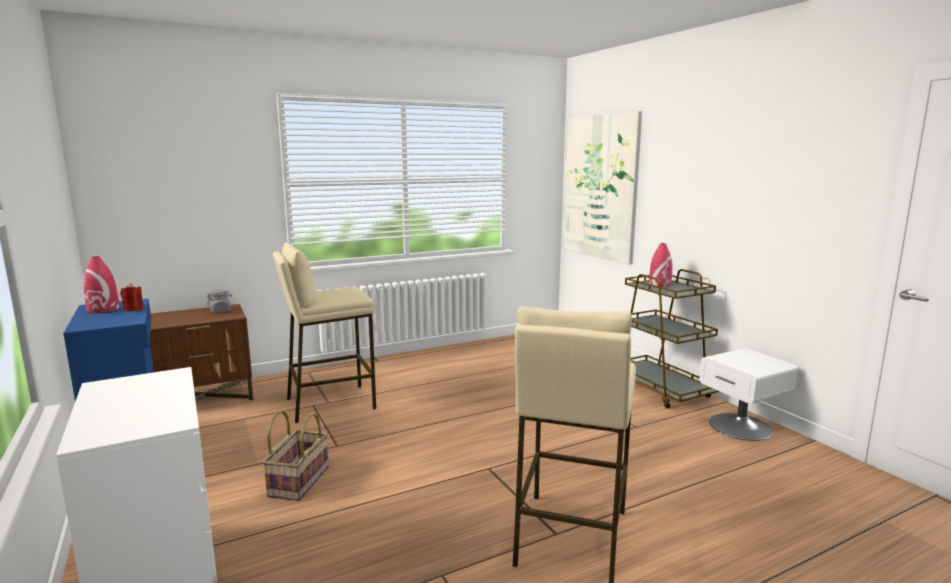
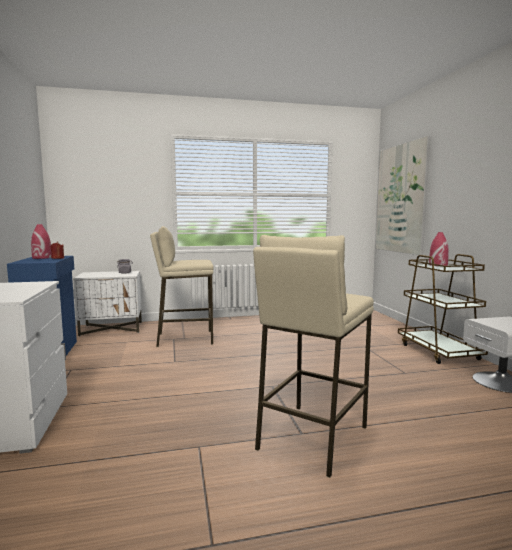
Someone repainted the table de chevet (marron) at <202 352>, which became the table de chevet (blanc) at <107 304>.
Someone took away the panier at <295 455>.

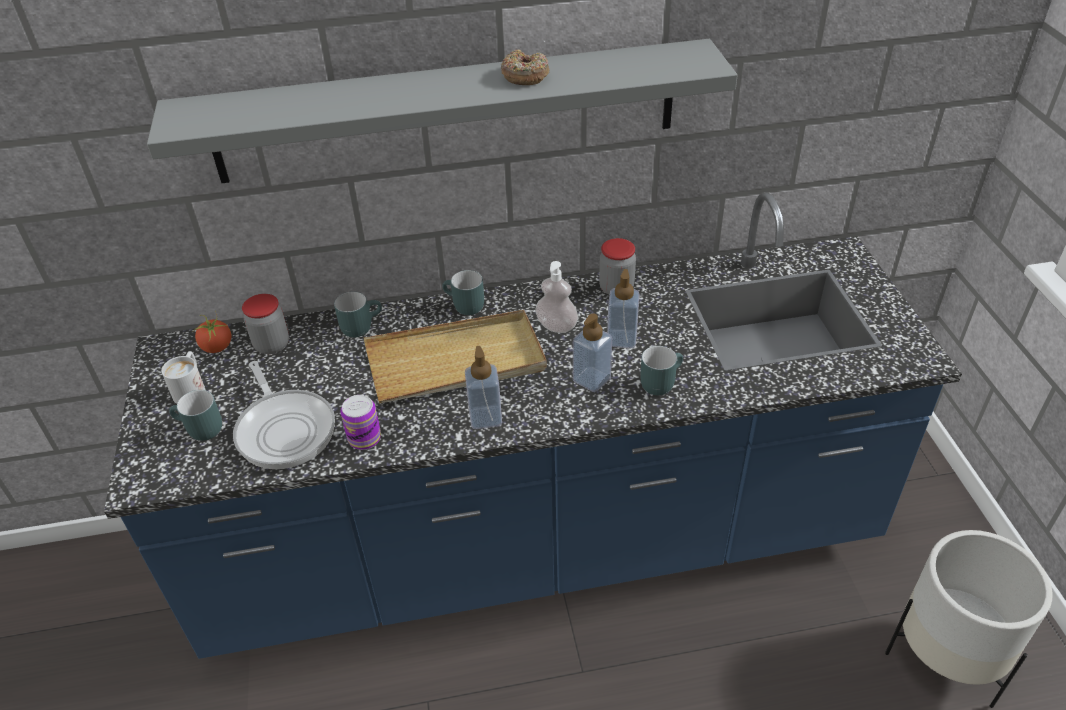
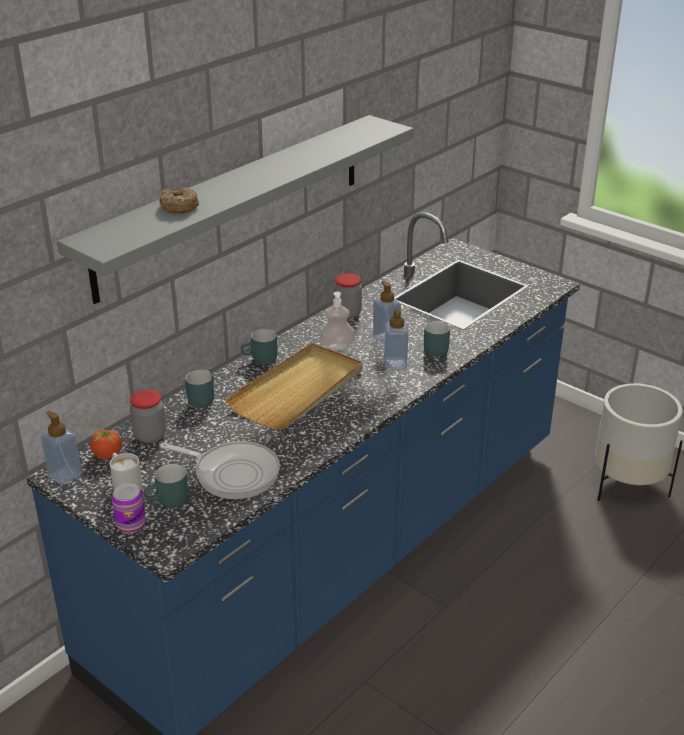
Someone carried the distributeur de savon from <483 387> to <61 448>.
Someone carried the boîte métallique from <360 422> to <128 508>.
Someone carried the beignet from <525 67> to <179 200>.

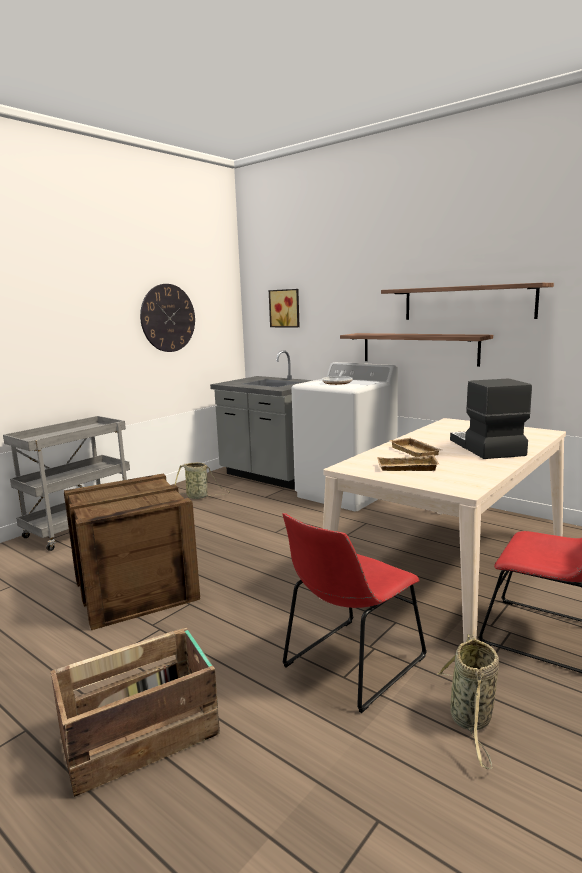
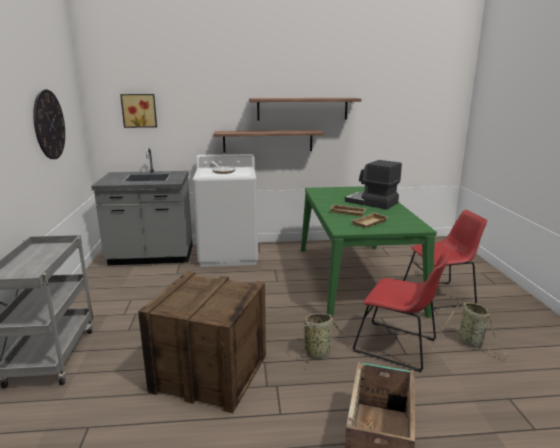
Someone carried the panier from <202 480> to <321 338>.
Someone repainted the table à manger (beige) at <443 530>, which became the table à manger (vert) at <369 252>.
Someone rotated the chaise (rouge) at <354 613> by 60 degrees counterclockwise.

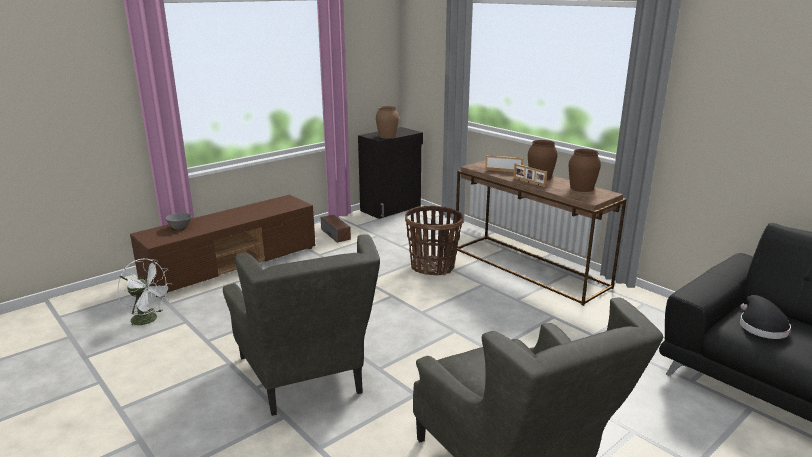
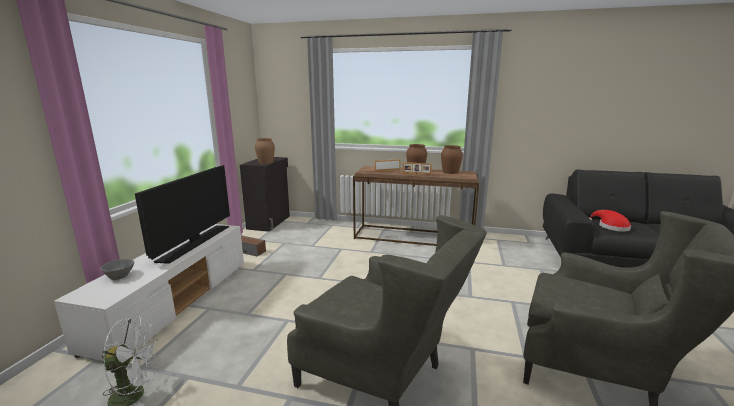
Someone repainted the meuble télé (marron) at <223 246>, which became the meuble télé (blanc) at <149 292>.
Someone put down the téléviseur at <182 214>.
Someone repainted the chapeau (noir) at <765 317>, which became the chapeau (rouge) at <610 221>.
Someone took away the panier at <434 241>.

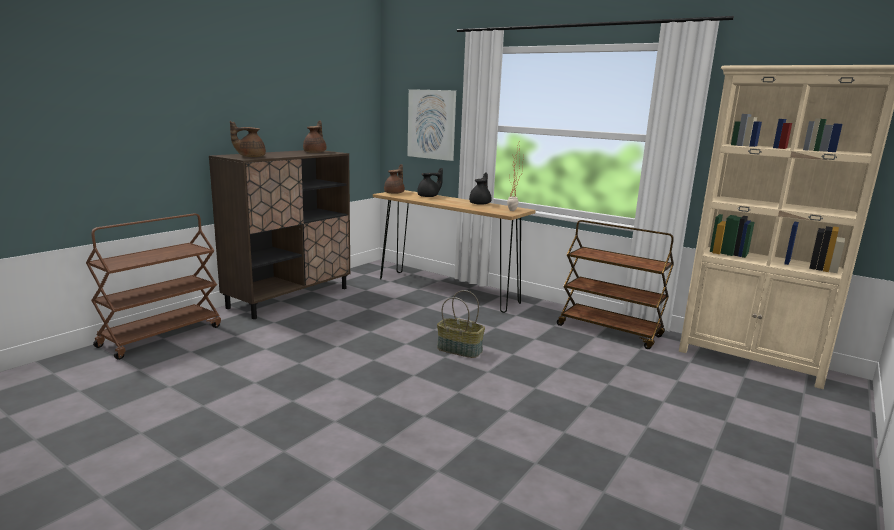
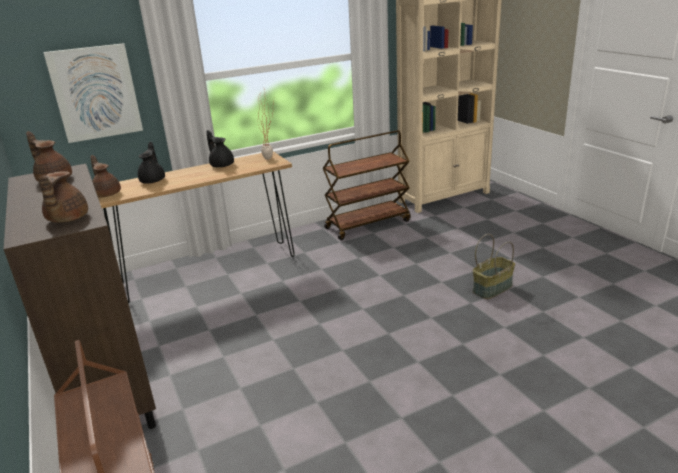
Someone carried the panier from <461 324> to <494 266>.

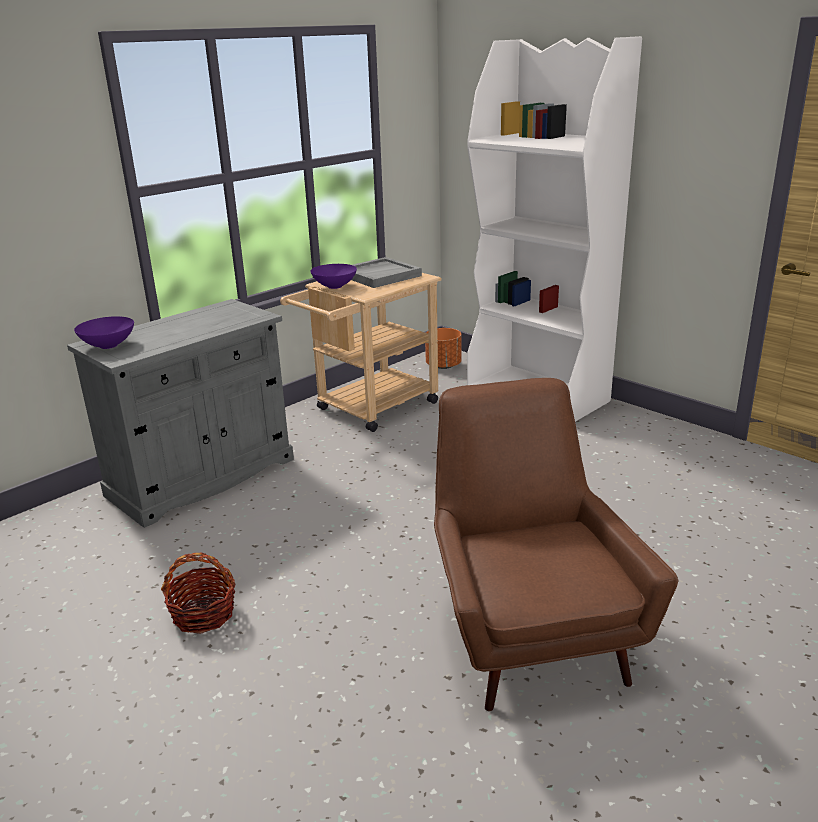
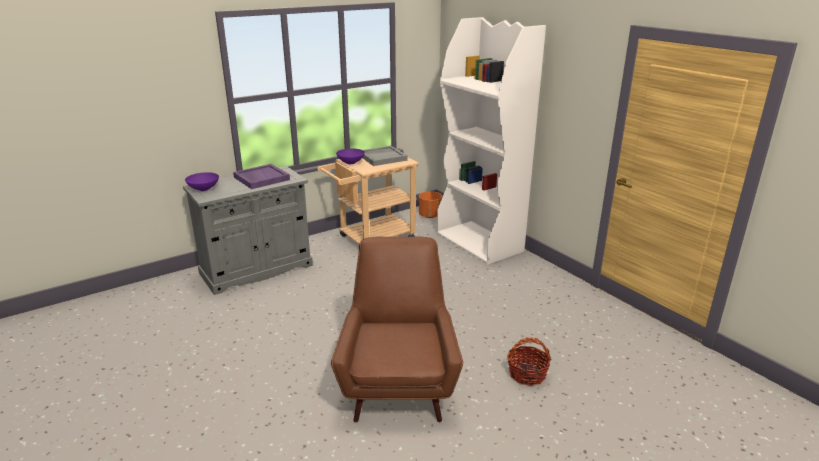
Someone put down the plateau (violet) at <261 176>.
Someone carried the panier from <198 593> to <529 362>.

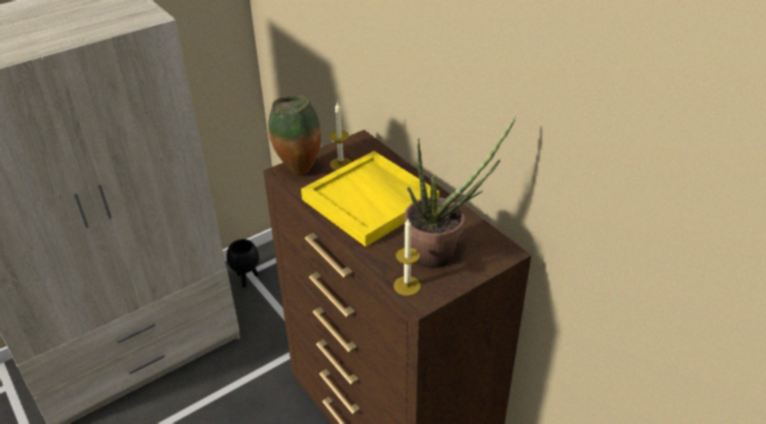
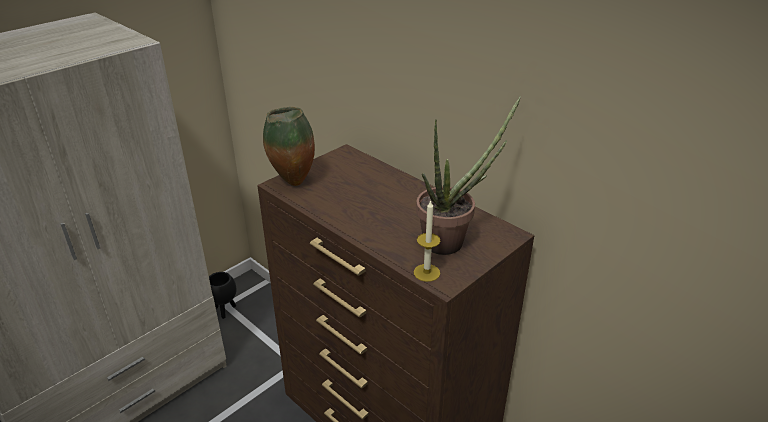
Someone took away the plateau (jaune) at <370 199>.
Someone took away the bougie at <340 136>.

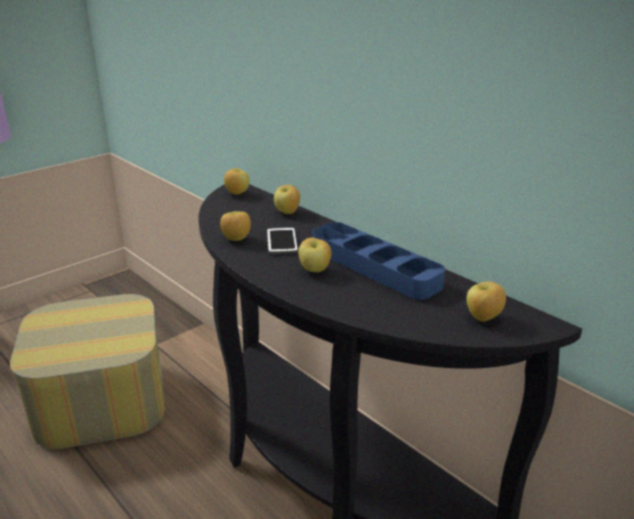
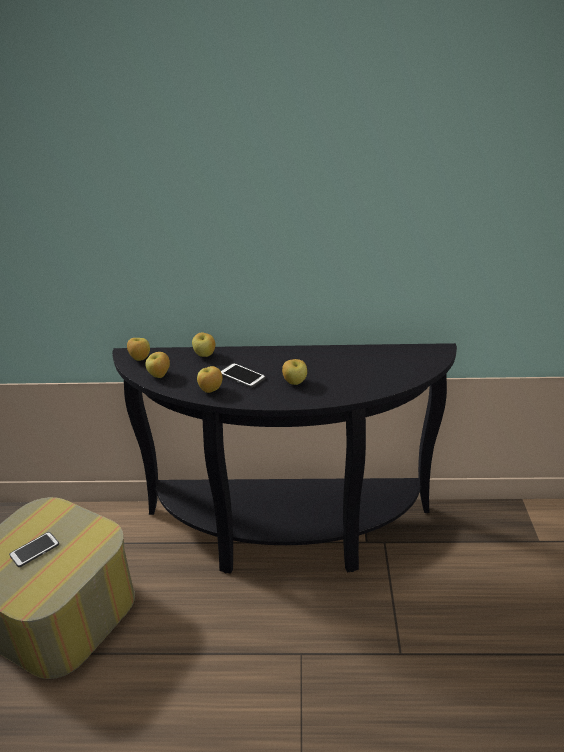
Someone put down the téléphone at <34 549>.
Someone carried the pomme from <486 302> to <157 365>.
Someone took away the plateau (bleu) at <378 261>.

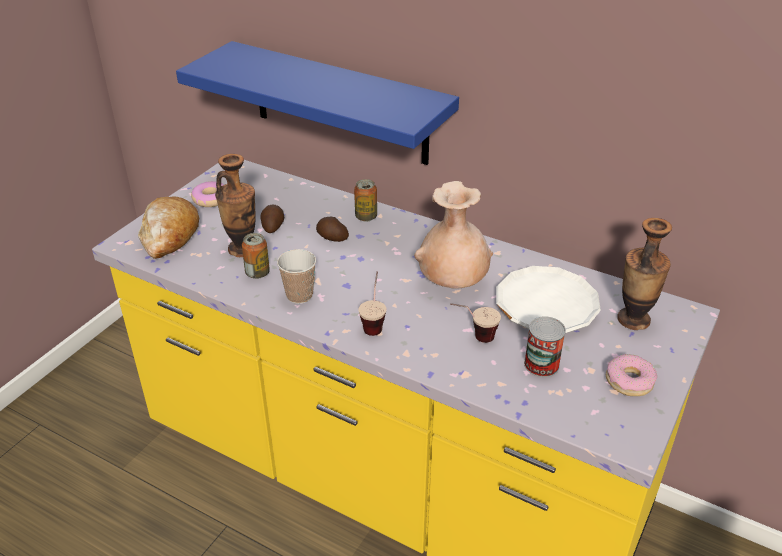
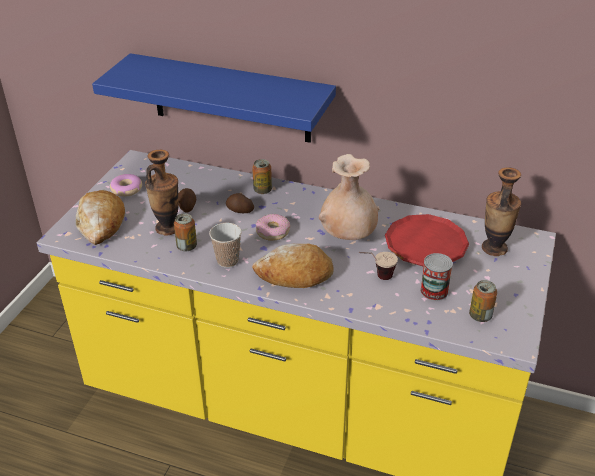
Someone swapped the tasse at <372 303> for the pain at <293 266>.
Someone carried the beignet from <631 375> to <273 227>.
Someone repainted the assiette (blanc) at <548 299>, which became the assiette (rouge) at <427 240>.
Someone put down the boîte métallique at <483 301>.

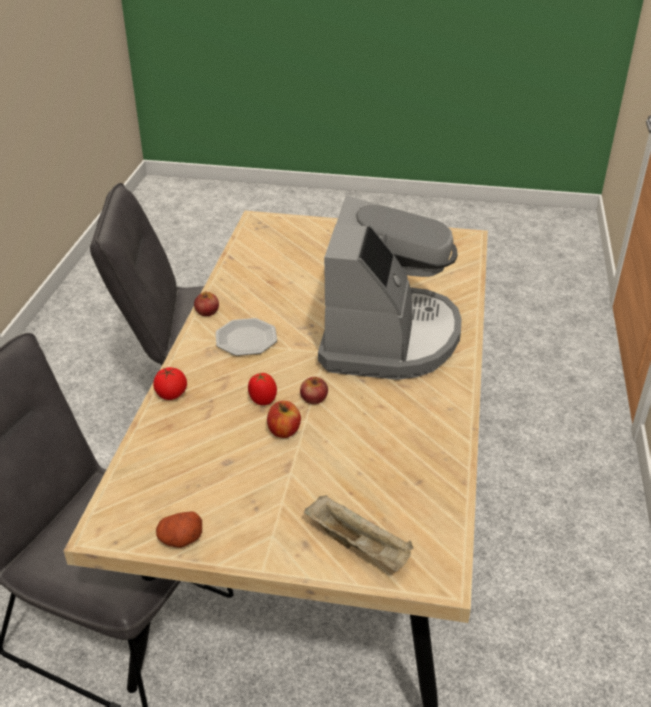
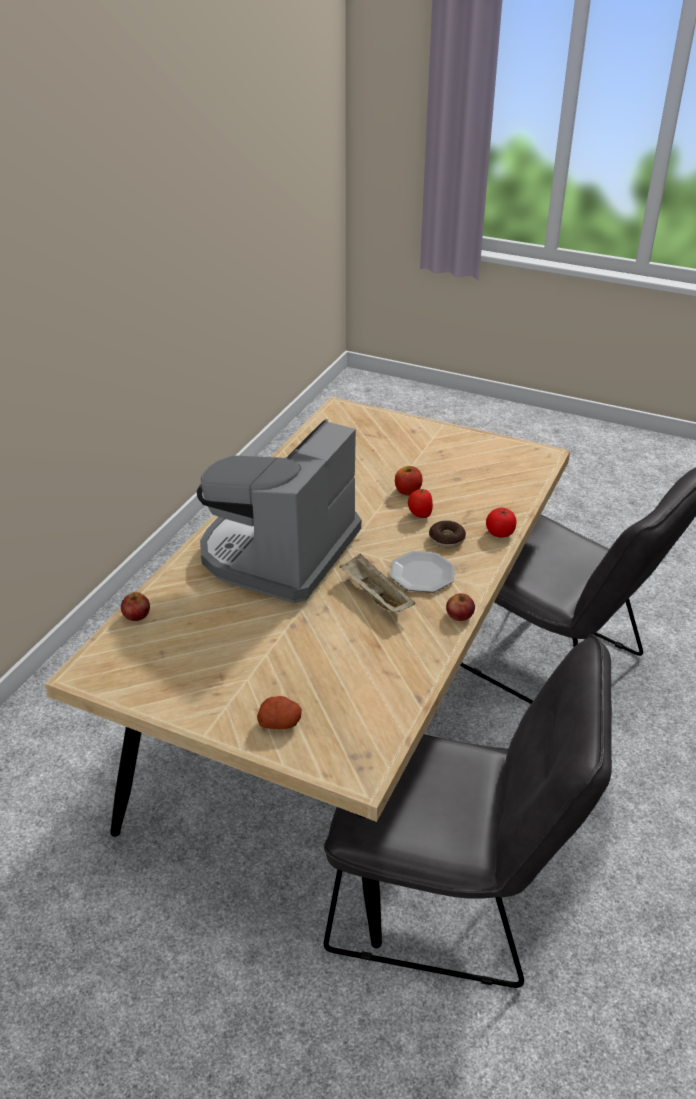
Someone carried the pomme from <314 390> to <135 606>.
Someone carried the pomme de terre from <179 529> to <279 712>.
Someone carried the plateau (beige) from <358 533> to <377 582>.
Someone put down the beignet at <447 534>.

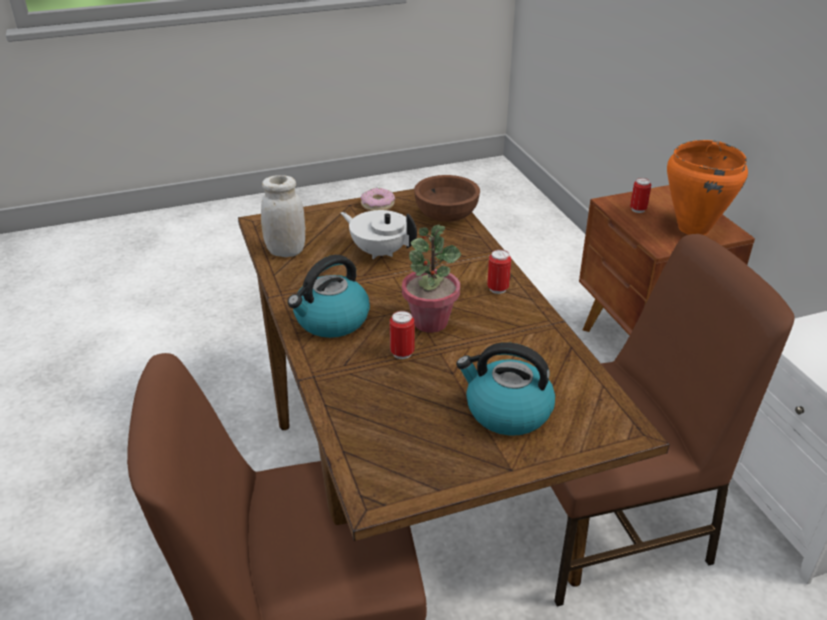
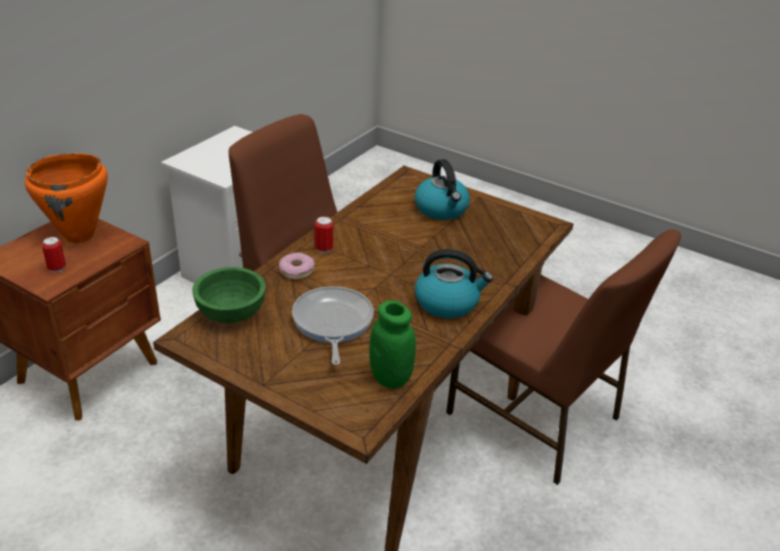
Someone repainted the bol (marron) at <447 198>, which became the bol (vert) at <229 295>.
Someone carried the beignet from <378 199> to <297 266>.
Someone swapped the théière (blanc) at <379 234> for the poêle at <333 325>.
Someone repainted the bocal (blanc) at <283 216>, which became the bocal (vert) at <392 344>.
Someone took away the boîte métallique at <402 335>.
Someone took away the plante en pot at <431 279>.

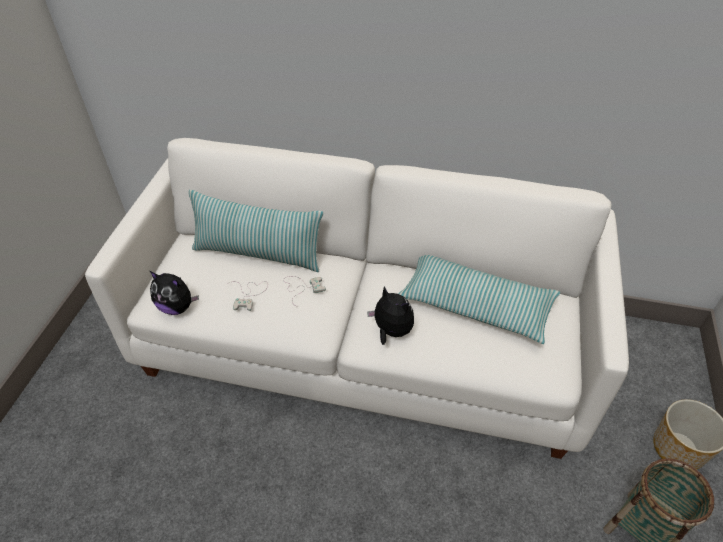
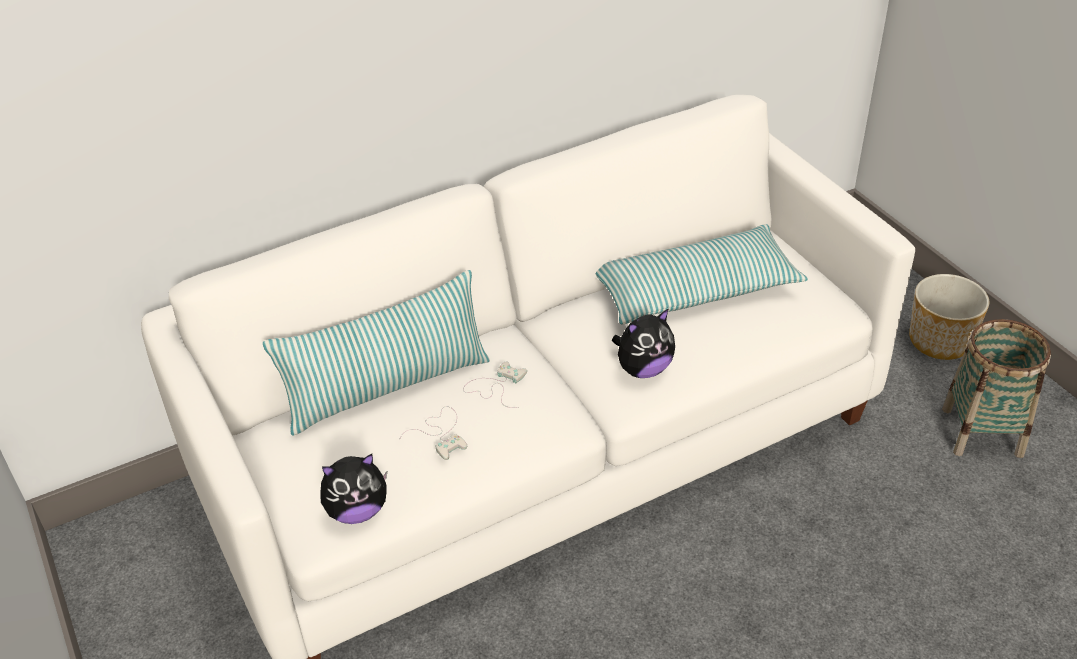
Someone rotated the peluche at <390 315> by 150 degrees clockwise.

